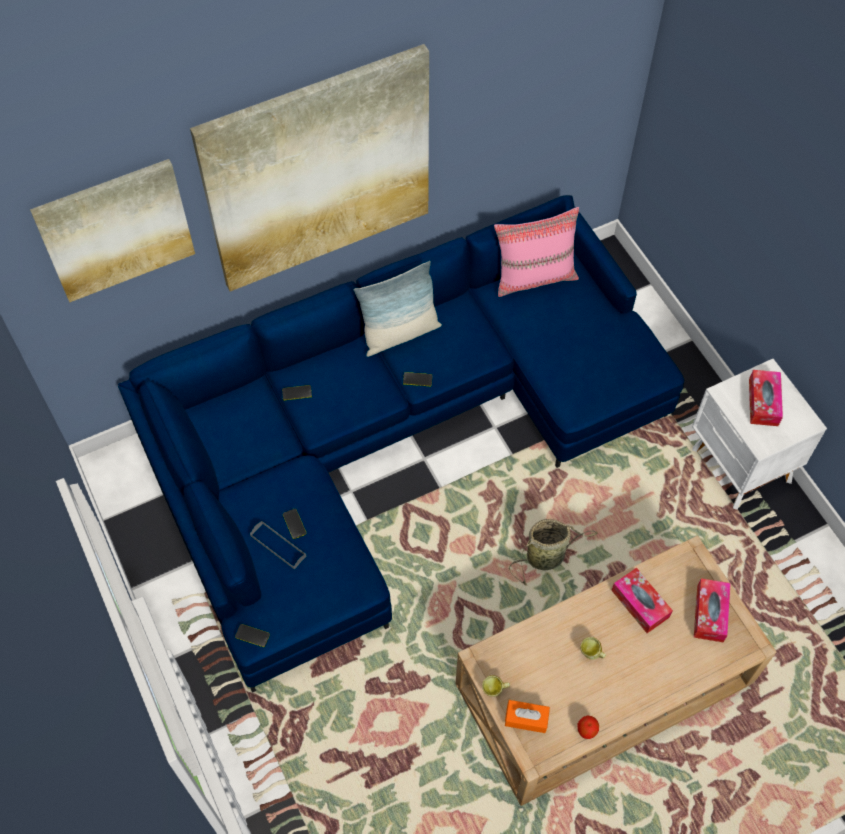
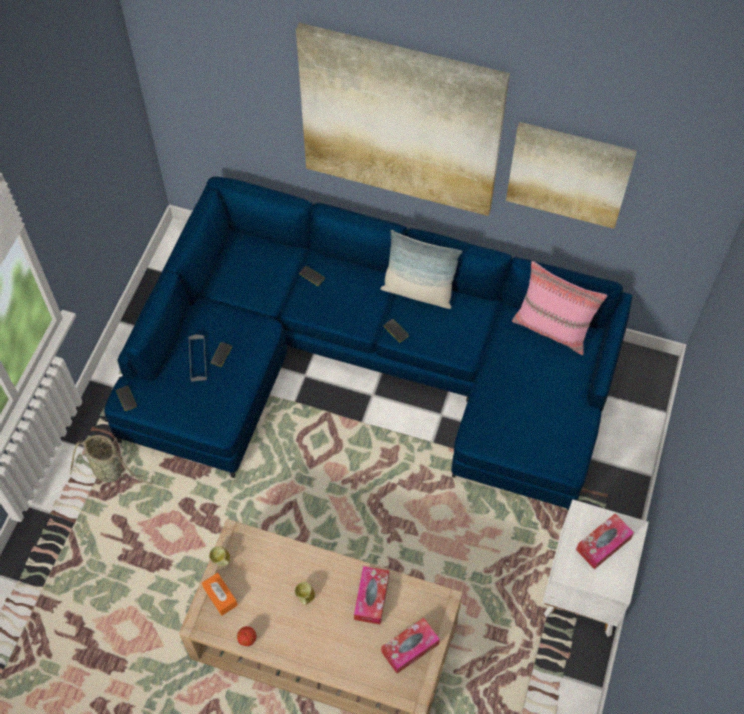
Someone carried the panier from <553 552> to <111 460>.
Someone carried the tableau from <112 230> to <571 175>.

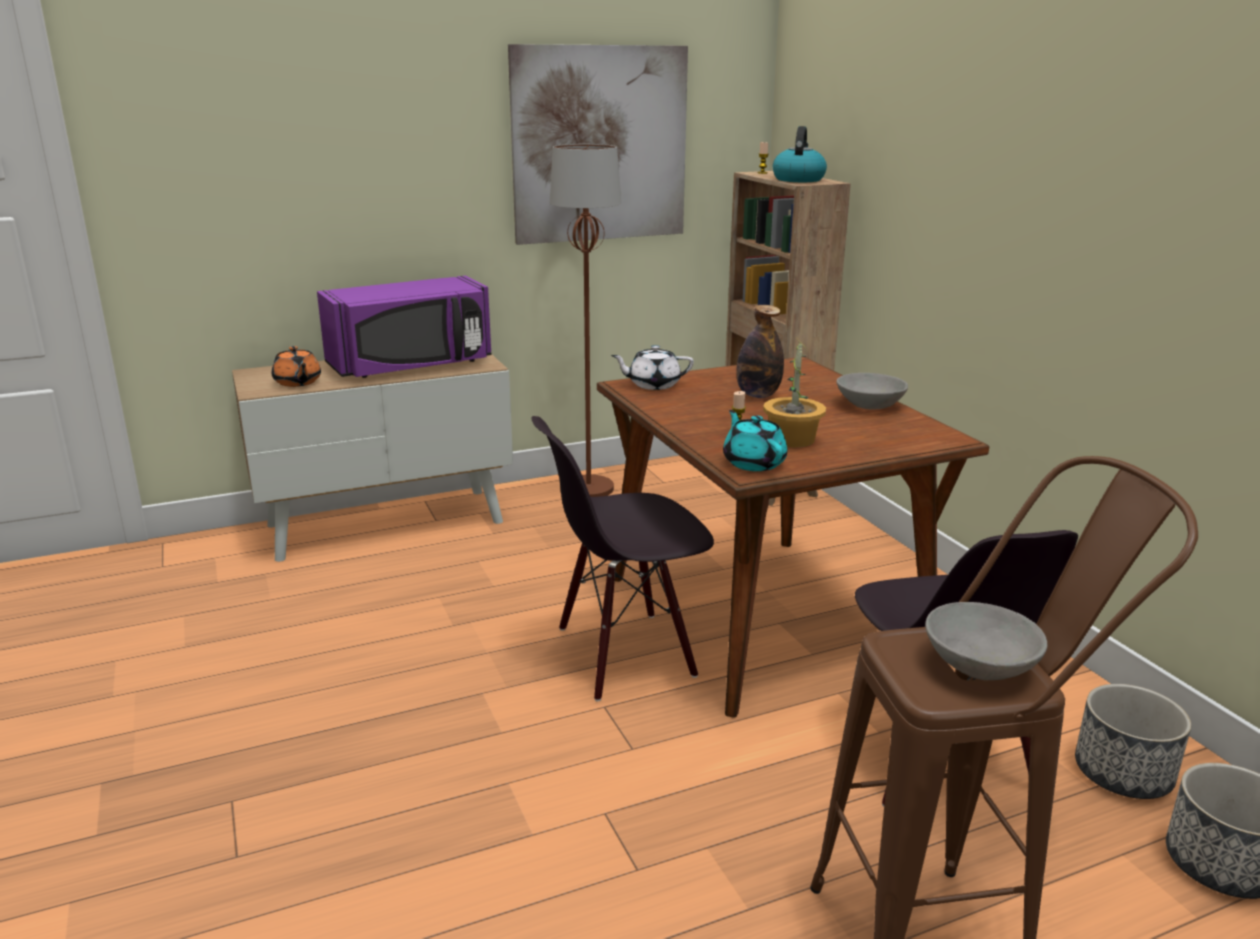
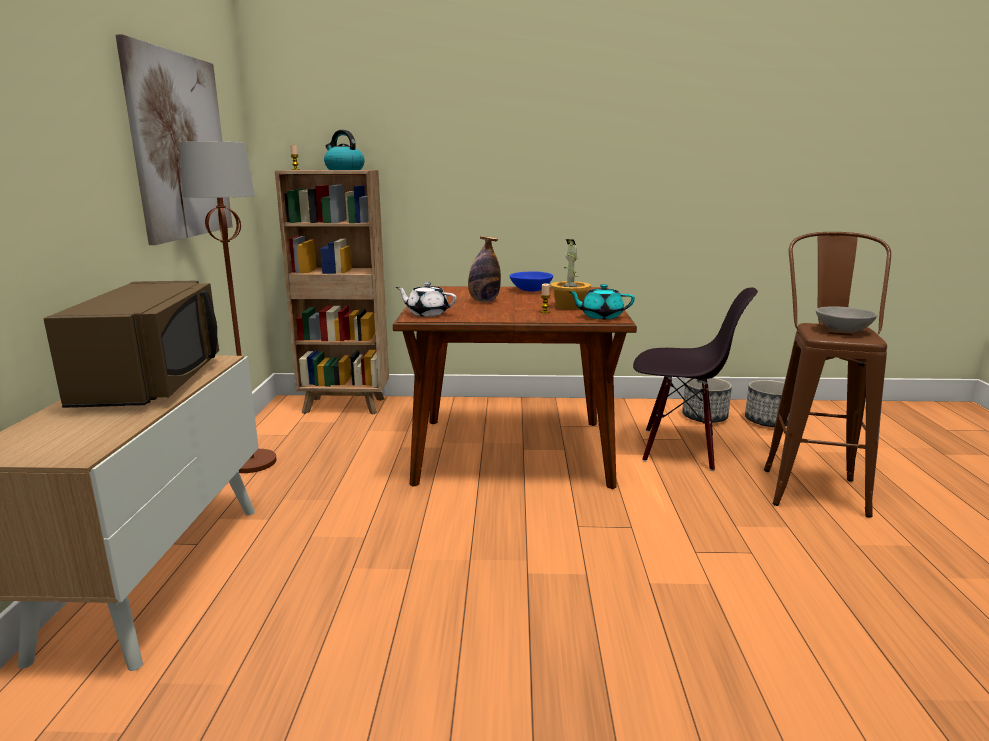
Someone repainted the micro-ondes (violet) at <404 327>, which became the micro-ondes (marron) at <131 344>.
Someone rotated the théière (blanc) at <652 367> by 90 degrees clockwise.
Someone repainted the bol (gris) at <872 391>, which became the bol (bleu) at <531 281>.
Someone took away the théière (orange) at <296 366>.
Someone took away the chaise (noir) at <623 558>.

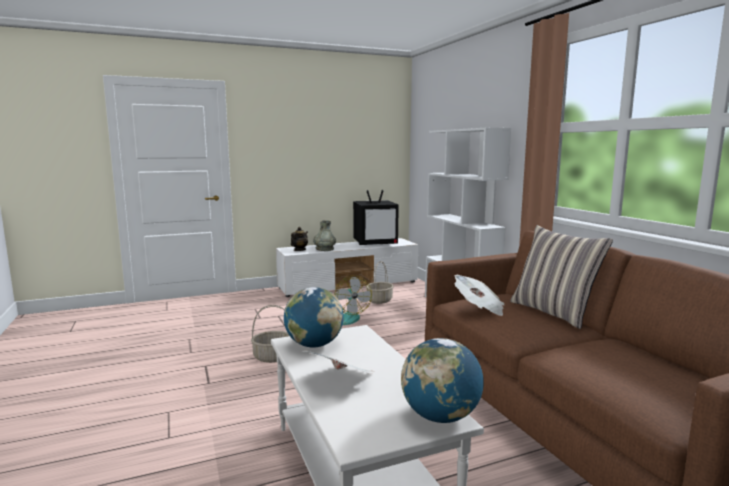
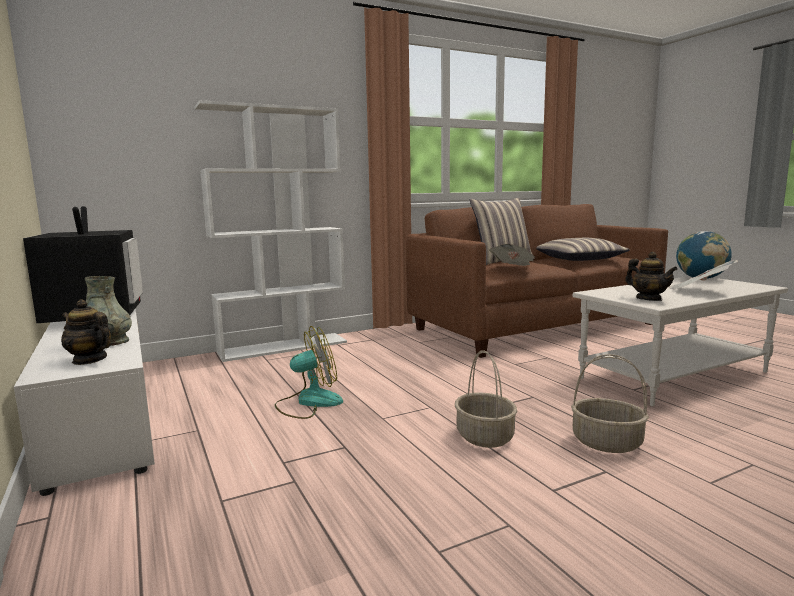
Someone put down the coussin at <583 249>.
Someone carried the panier from <380 282> to <610 403>.
Someone swapped the globe at <314 317> for the théière at <651 276>.

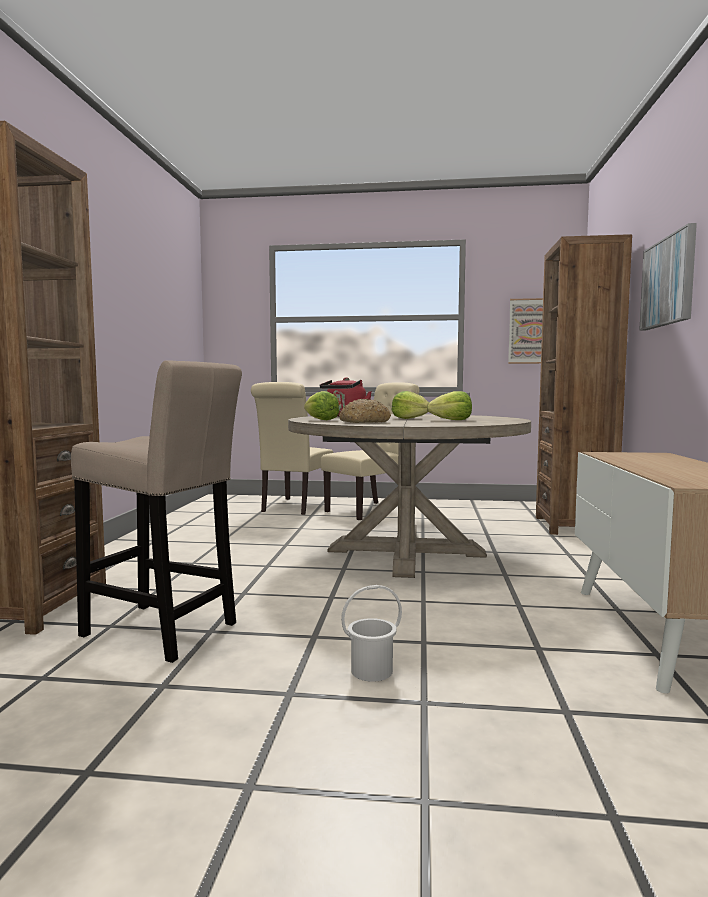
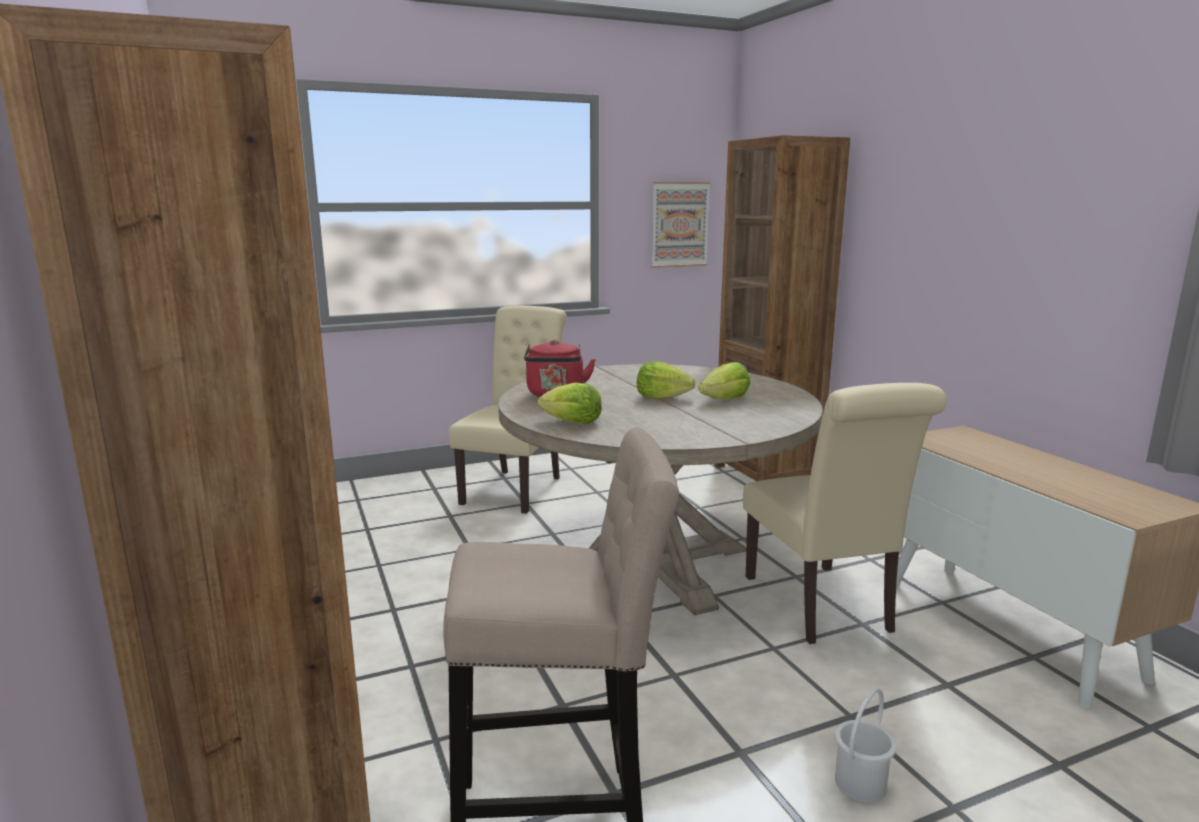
Someone carried the chaise (beige) from <292 448> to <845 513>.
Someone took away the pain at <365 411>.
Someone took away the tableau at <668 277>.

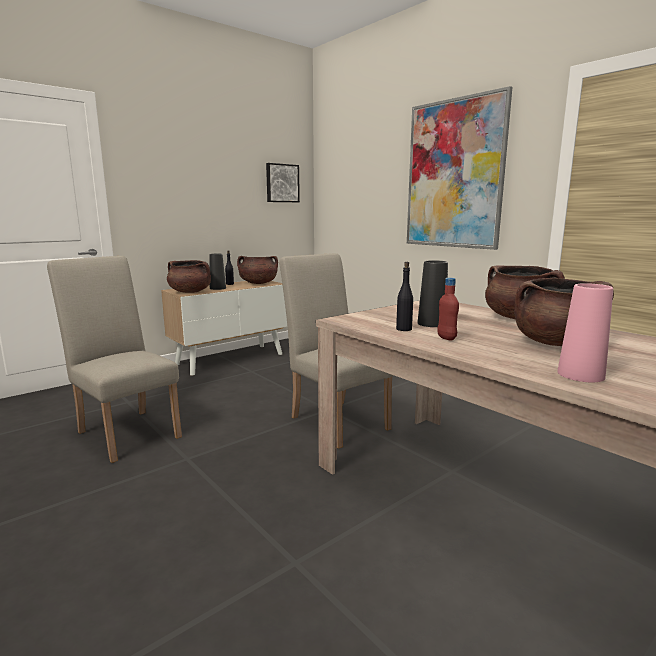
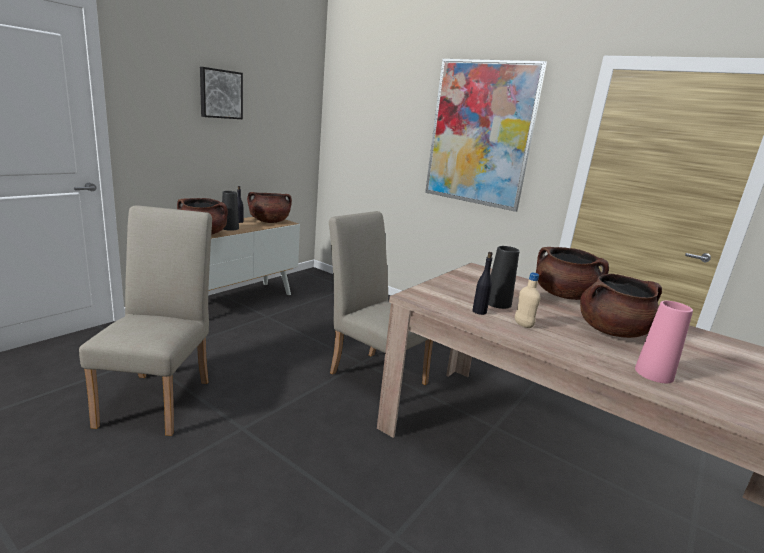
Someone rotated the chaise (beige) at <114 359> by 60 degrees clockwise.
Someone carried the tableau from <283 182> to <221 93>.
Someone repainted the bouteille (rouge) at <448 309>, which became the bouteille (beige) at <528 300>.

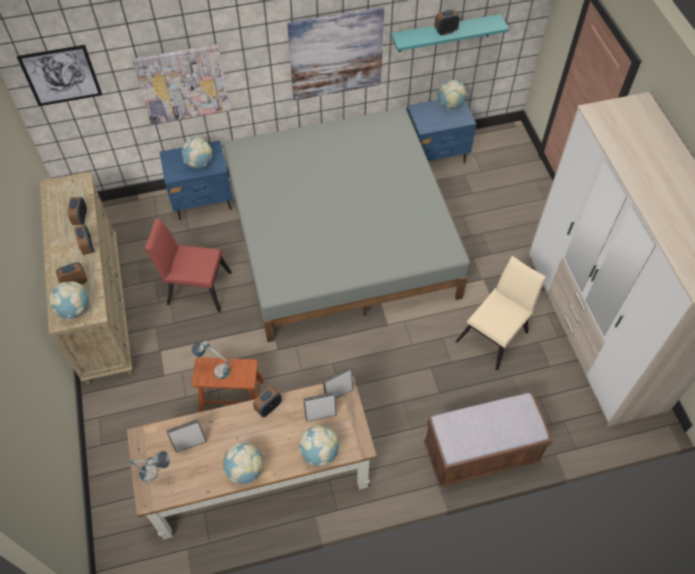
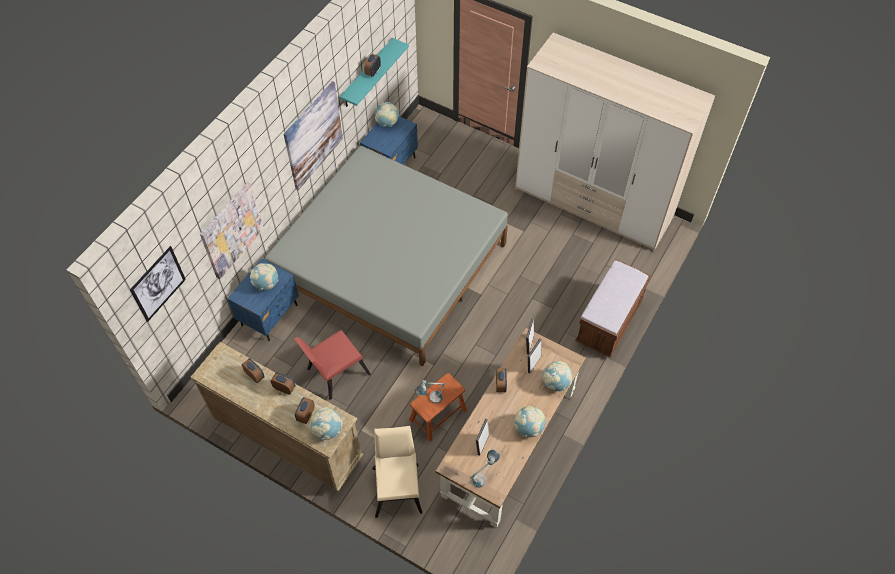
Someone carried the chaise (beige) from <500 313> to <397 472>.

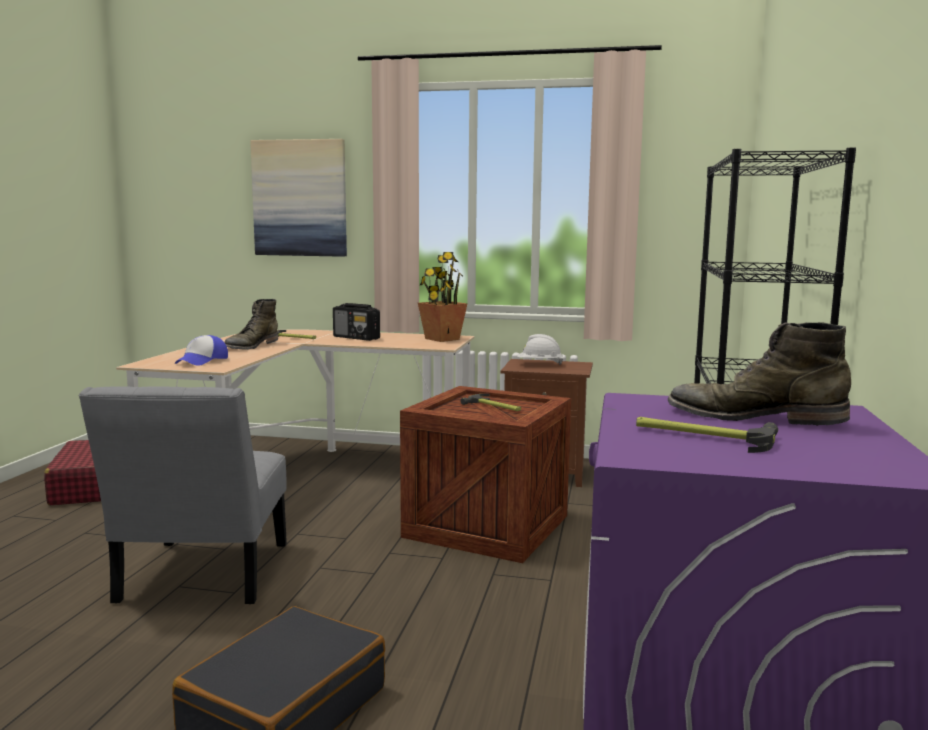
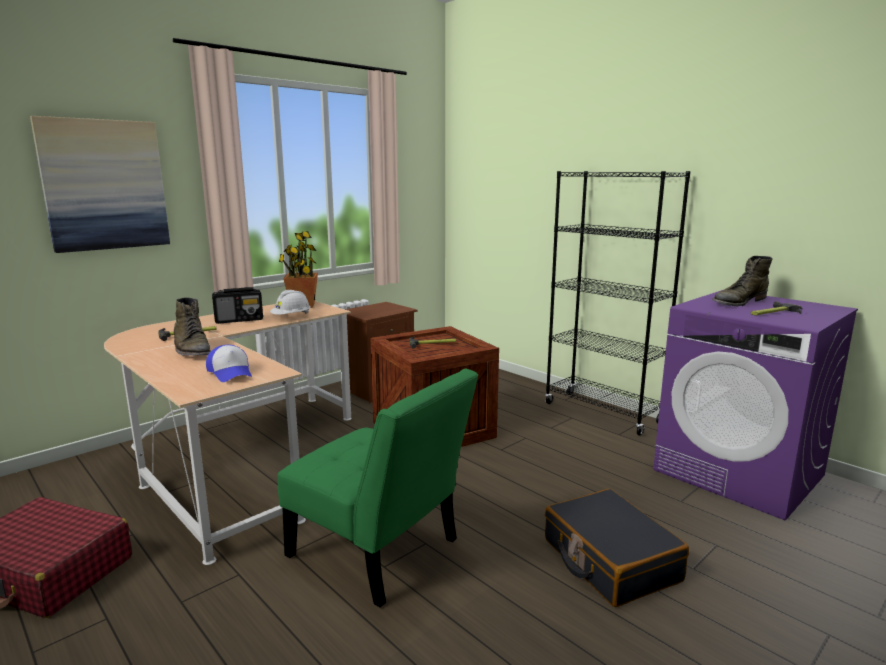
Someone carried the casque de chantier (blanc) from <540 349> to <290 302>.
Someone repainted the chaise (gris) at <183 495>, which became the chaise (vert) at <378 488>.

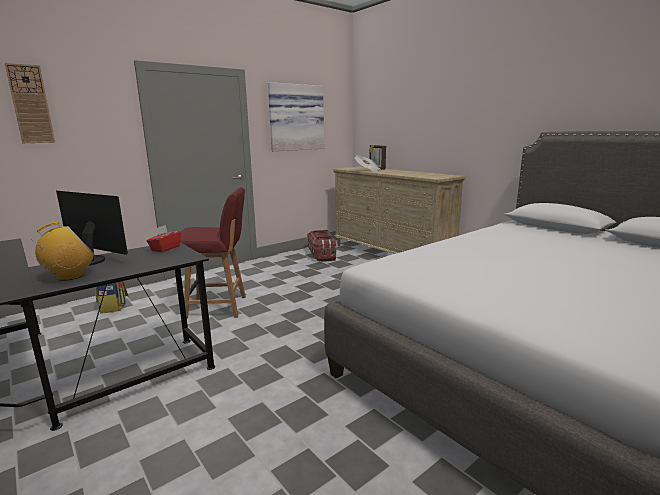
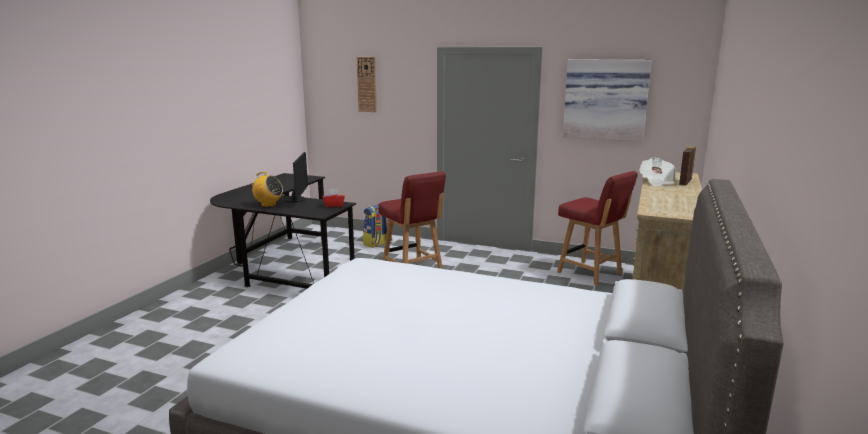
Someone swapped the boîte de rangement at <321 246> for the chaise (rouge) at <597 228>.

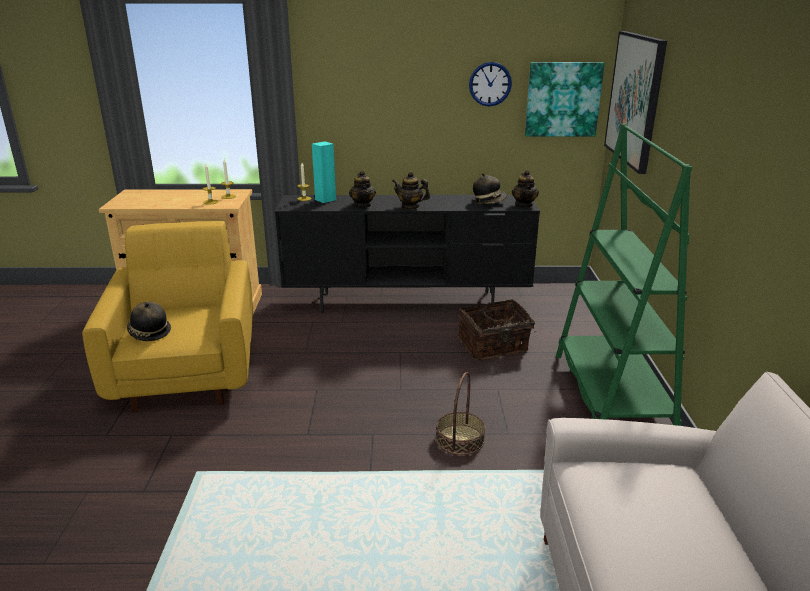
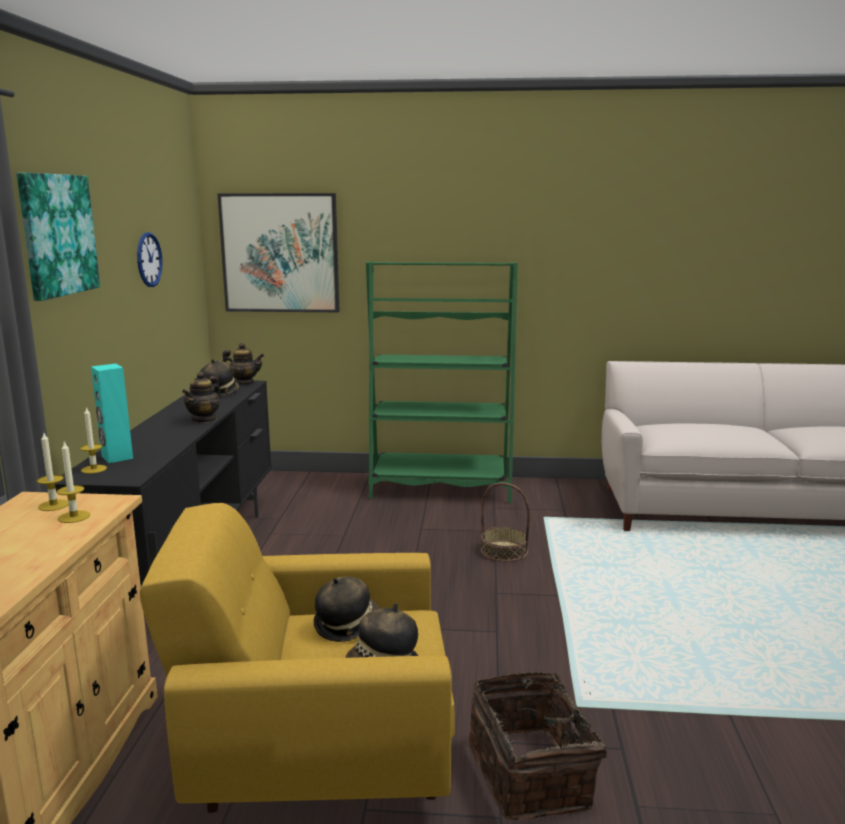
Someone carried the tableau from <565 99> to <58 237>.
Someone put down the chapeau at <347 609>.
Someone carried the panier from <496 330> to <537 746>.
Someone took away the théière at <362 189>.

